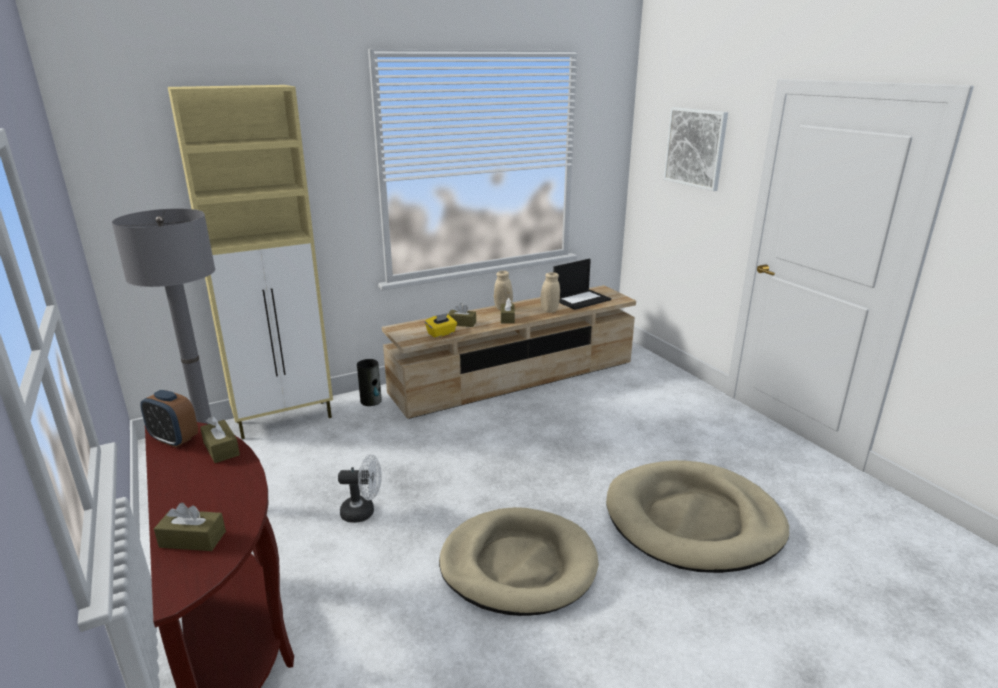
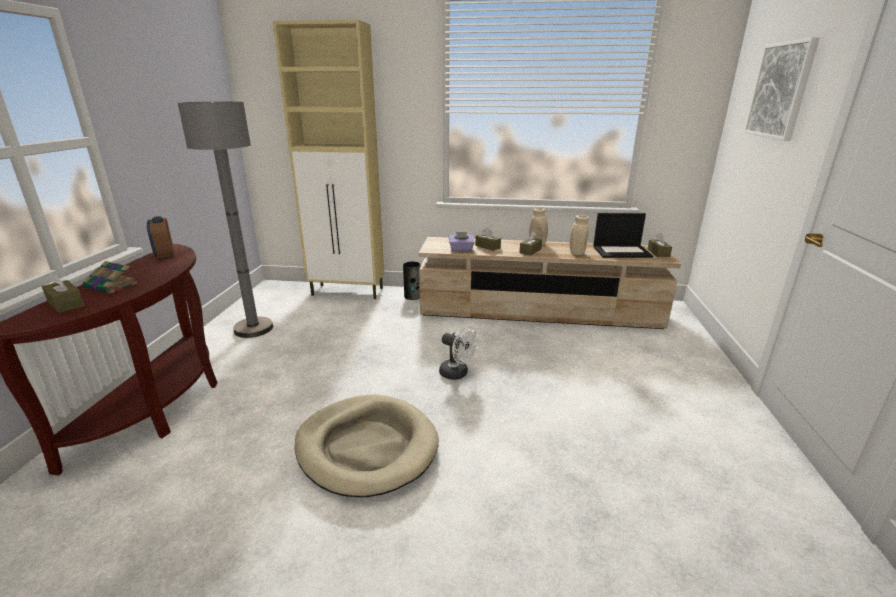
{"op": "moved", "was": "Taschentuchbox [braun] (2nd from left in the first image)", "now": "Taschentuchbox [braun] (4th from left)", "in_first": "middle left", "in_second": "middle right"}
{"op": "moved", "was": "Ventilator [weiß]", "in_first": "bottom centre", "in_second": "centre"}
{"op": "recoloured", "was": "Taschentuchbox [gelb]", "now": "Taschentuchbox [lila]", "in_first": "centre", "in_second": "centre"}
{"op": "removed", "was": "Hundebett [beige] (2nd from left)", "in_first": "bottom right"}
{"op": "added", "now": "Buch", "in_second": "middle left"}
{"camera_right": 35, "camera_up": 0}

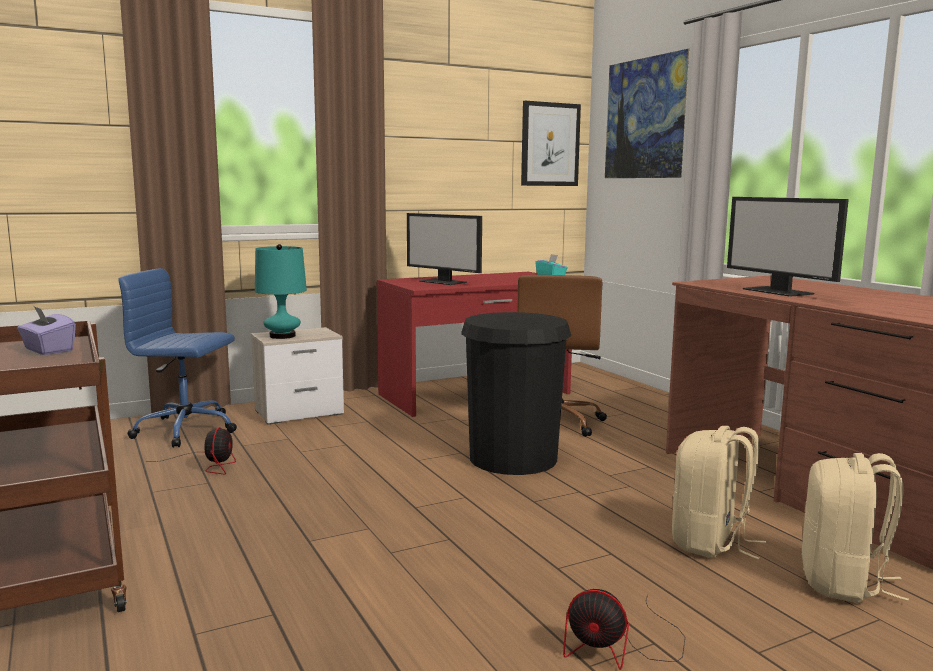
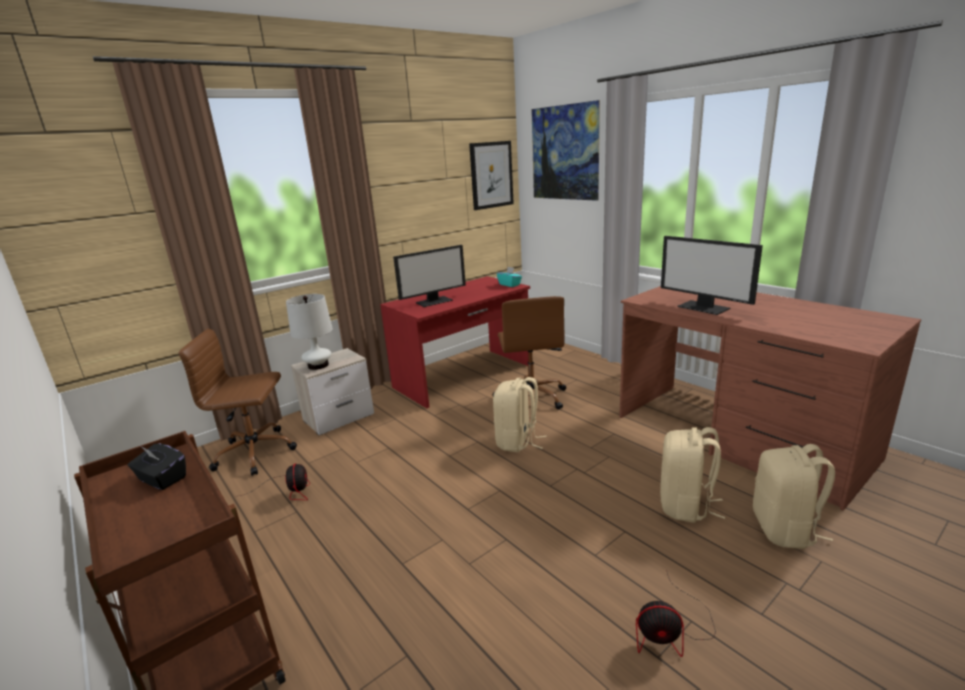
{"op": "recoloured", "was": "Taschentuchbox [lila]", "now": "Taschentuchbox [schwarz]", "in_first": "middle left", "in_second": "bottom left"}
{"op": "recoloured", "was": "Bürostuhl [blau]", "now": "Bürostuhl [braun] (1st from left)", "in_first": "middle left", "in_second": "middle left"}
{"op": "recoloured", "was": "Tischlampe [türkis]", "now": "Tischlampe [weiß]", "in_first": "middle left", "in_second": "middle left"}
{"op": "turned", "was": "Monitor (1st from left)", "in_first": "centre", "in_second": "centre", "clockwise": -60}
{"op": "replaced", "was": "Mülleimer [schwarz]", "now": "Rucksack [beige] (1st from left)", "in_first": "centre", "in_second": "centre"}
{"camera_right": -10, "camera_up": 10}

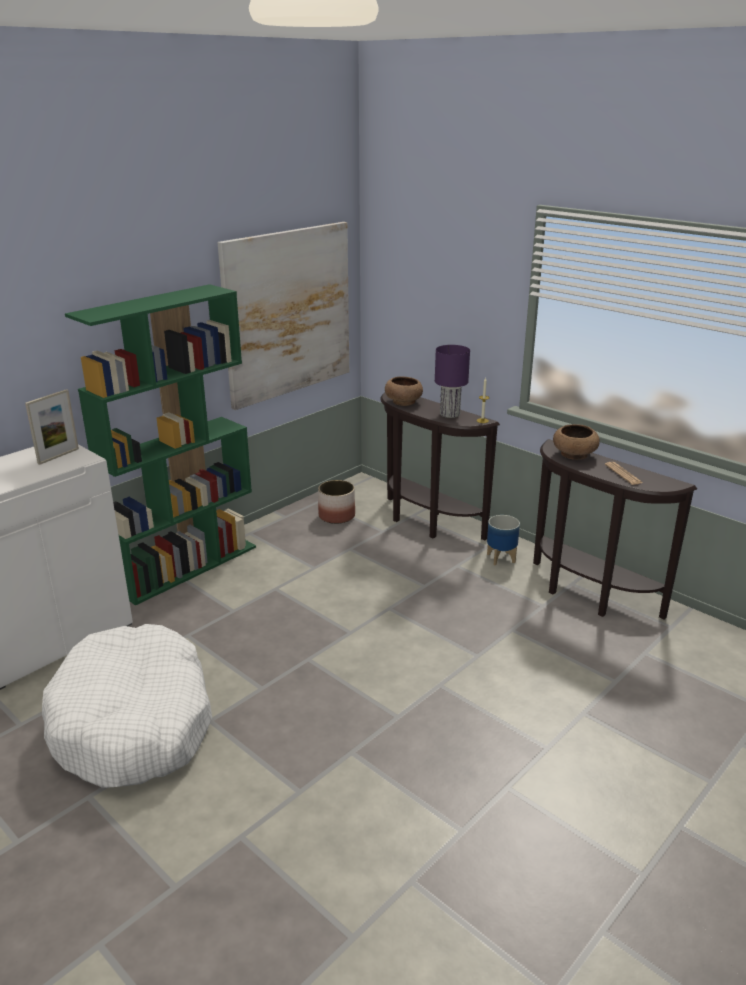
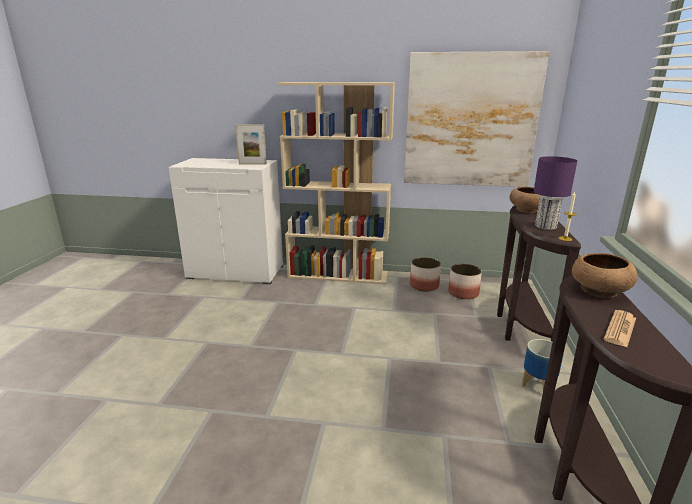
{"op": "removed", "was": "Hundebett [weiß]", "in_first": "bottom left"}
{"op": "recoloured", "was": "Bücherregal [grün]", "now": "Bücherregal [beige]", "in_first": "middle left", "in_second": "centre"}
{"op": "added", "now": "Pflanzkübel (1st from left)", "in_second": "centre"}
{"camera_right": 55, "camera_up": -5}

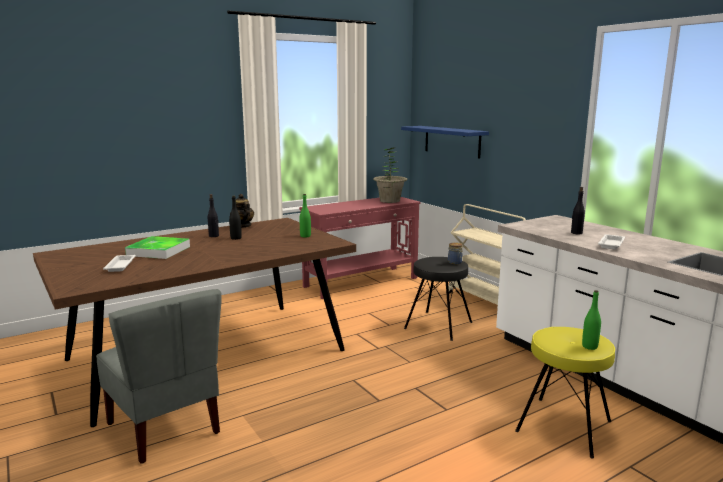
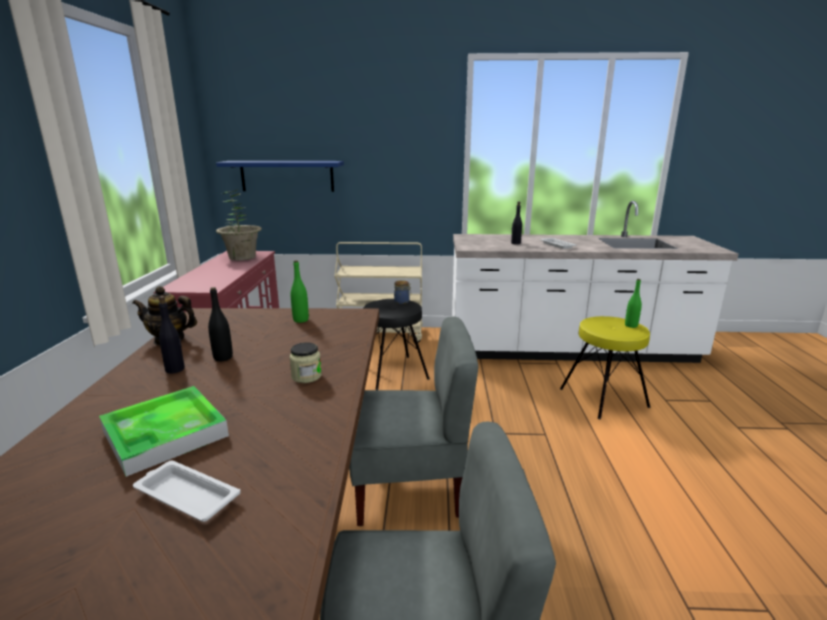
{"op": "added", "now": "Vorratsglas (1st from left)", "in_second": "centre"}
{"op": "added", "now": "Stuhl [grau] (1st from left)", "in_second": "bottom centre"}
{"camera_right": -55, "camera_up": 5}

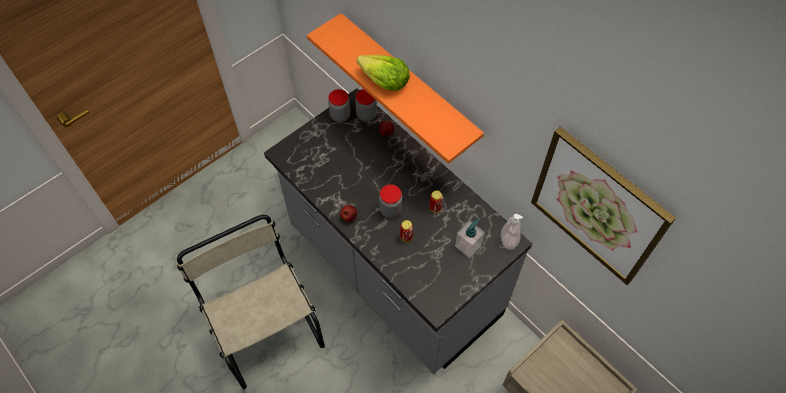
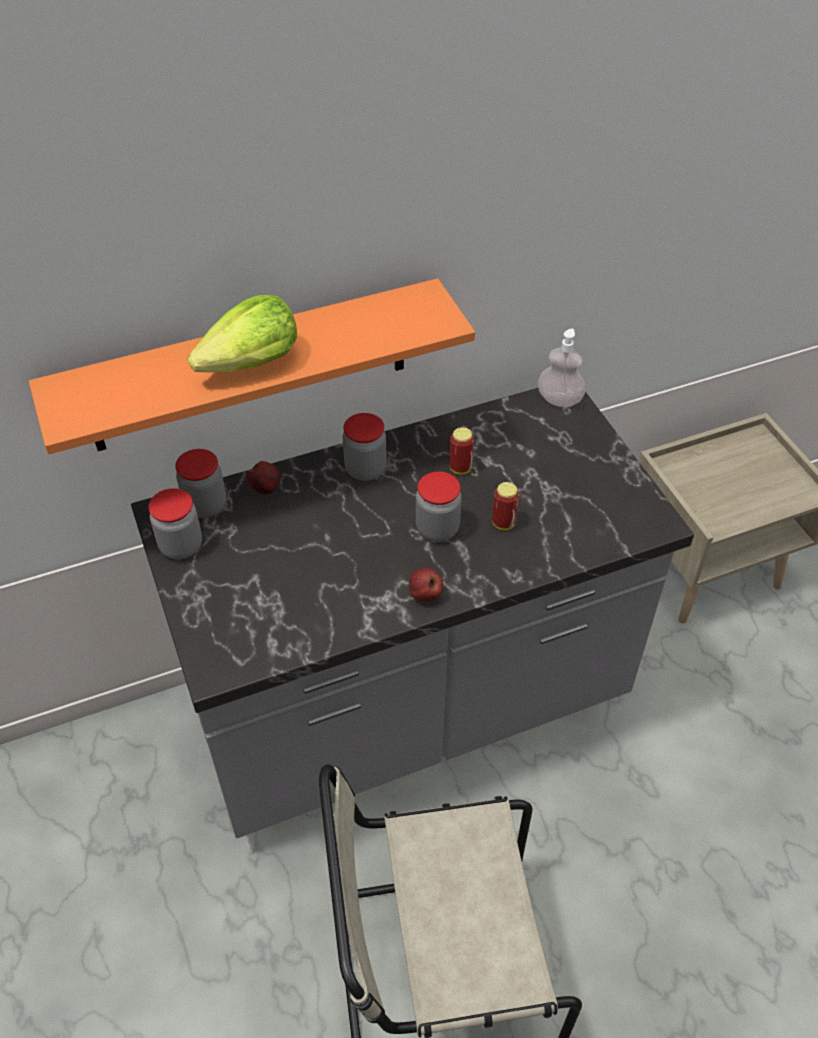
{"op": "removed", "was": "Seifenspender (1st from left)", "in_first": "centre"}
{"op": "removed", "was": "Bild", "in_first": "middle right"}
{"op": "added", "now": "Vorratsglas (3rd from left)", "in_second": "centre"}
{"camera_right": -70, "camera_up": -10}

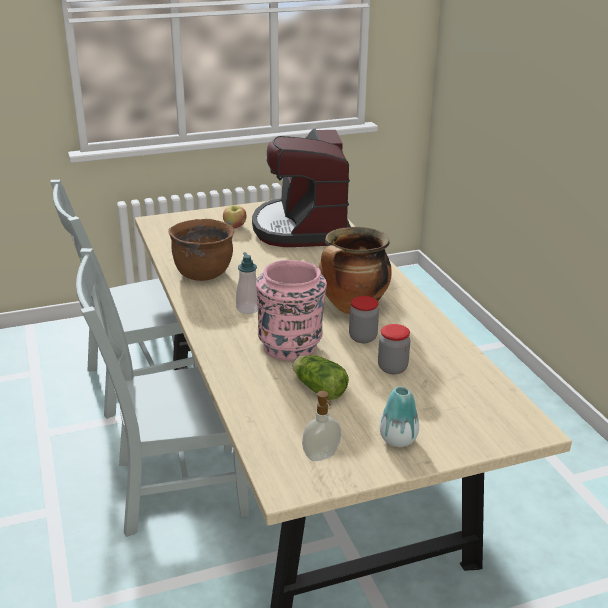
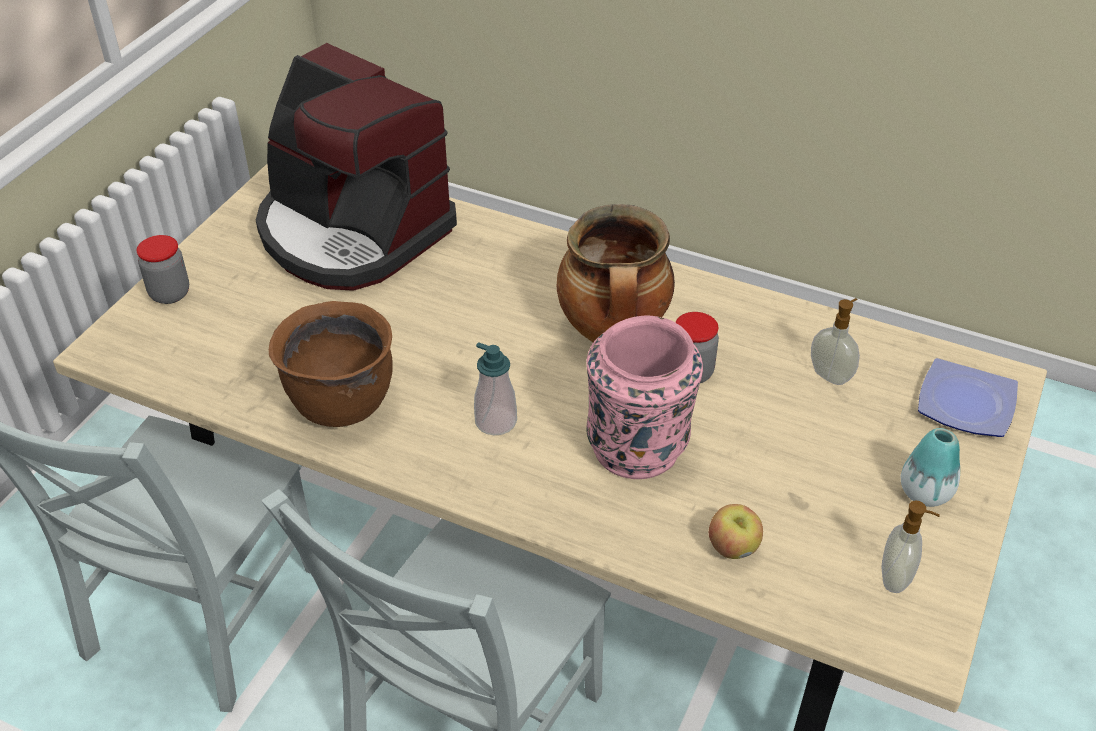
{"op": "moved", "was": "Apfel", "in_first": "centre", "in_second": "bottom right"}
{"op": "removed", "was": "Salatkopf", "in_first": "centre"}
{"op": "moved", "was": "Vorratsglas (2nd from left in the first image)", "now": "Vorratsglas (1st from left)", "in_first": "centre", "in_second": "middle left"}
{"op": "added", "now": "Seifenspender (2nd from left)", "in_second": "middle right"}
{"op": "added", "now": "Teller", "in_second": "middle right"}
{"camera_right": -45, "camera_up": 15}

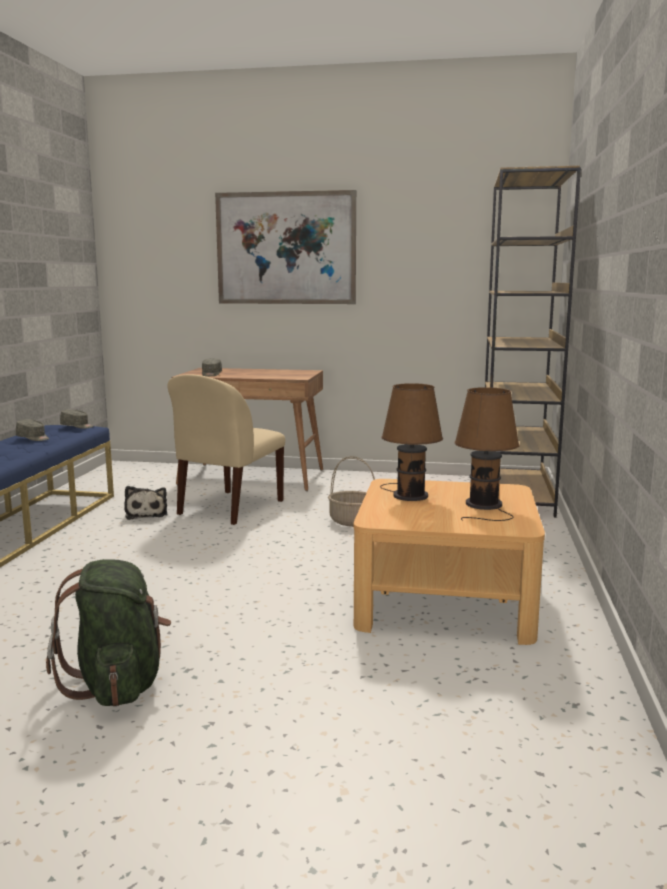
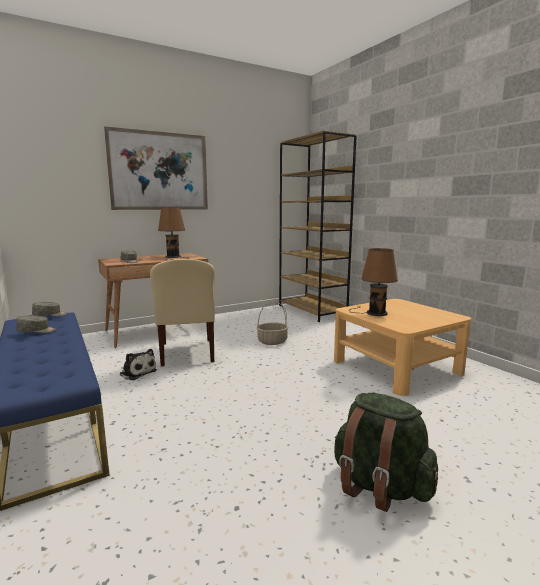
{"op": "moved", "was": "Tischlampe [braun] (2nd from left in the first image)", "now": "Tischlampe [braun] (1st from left)", "in_first": "middle right", "in_second": "middle left"}
{"camera_right": -40, "camera_up": 0}

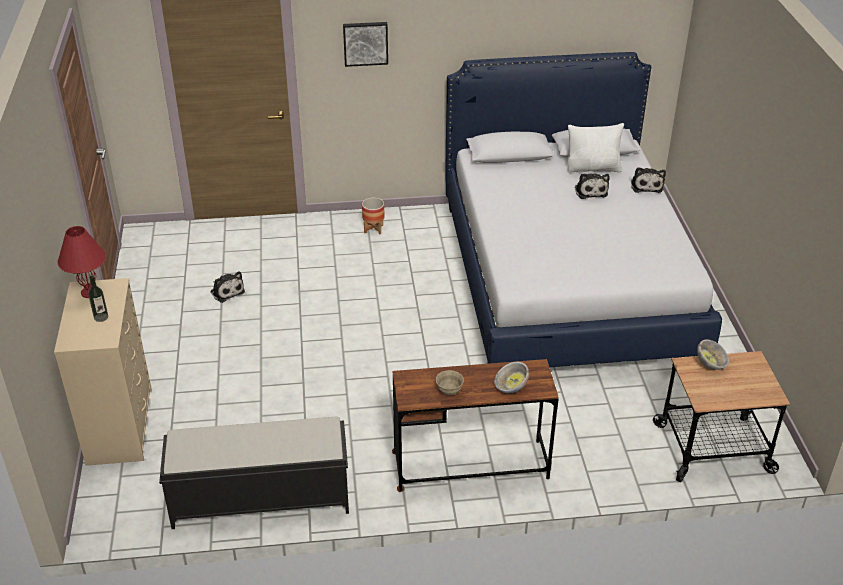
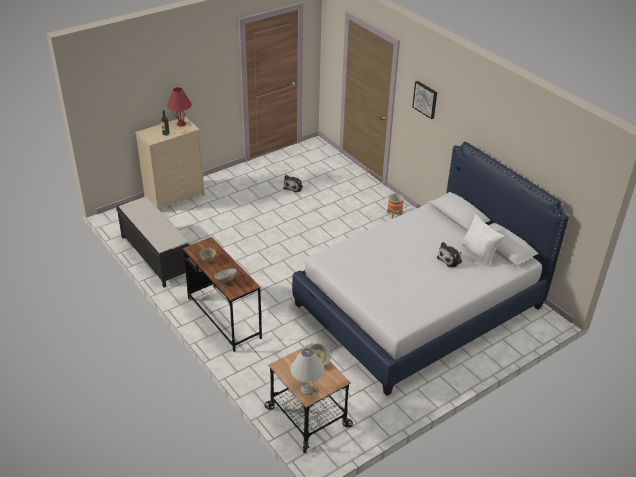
{"op": "removed", "was": "Plüschtier (3rd from left)", "in_first": "top right"}
{"op": "added", "now": "Tischlampe [weiß]", "in_second": "bottom centre"}
{"camera_right": 60, "camera_up": 0}

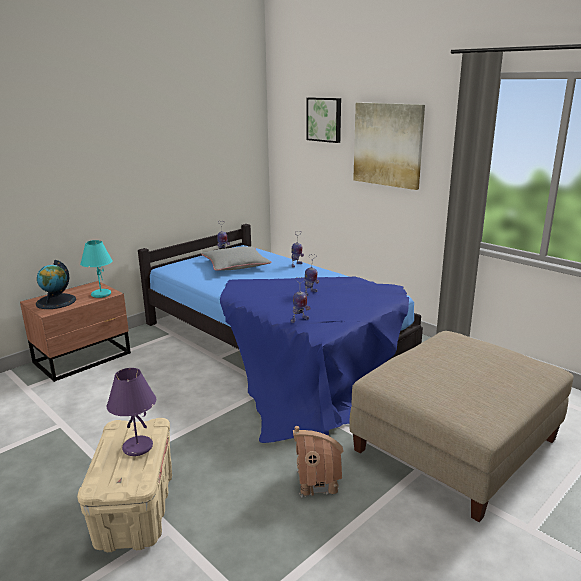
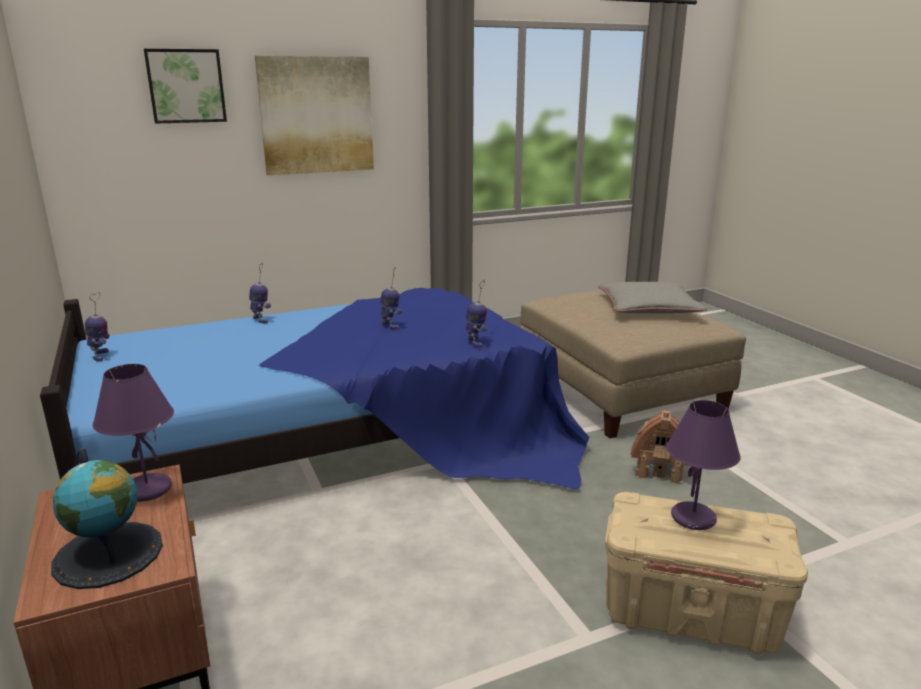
{"op": "recoloured", "was": "Tischlampe [türkis]", "now": "Tischlampe [lila] (1st from left)", "in_first": "middle left", "in_second": "middle left"}
{"op": "moved", "was": "Kissen [grau]", "in_first": "centre", "in_second": "middle right"}
{"camera_right": -70, "camera_up": 0}

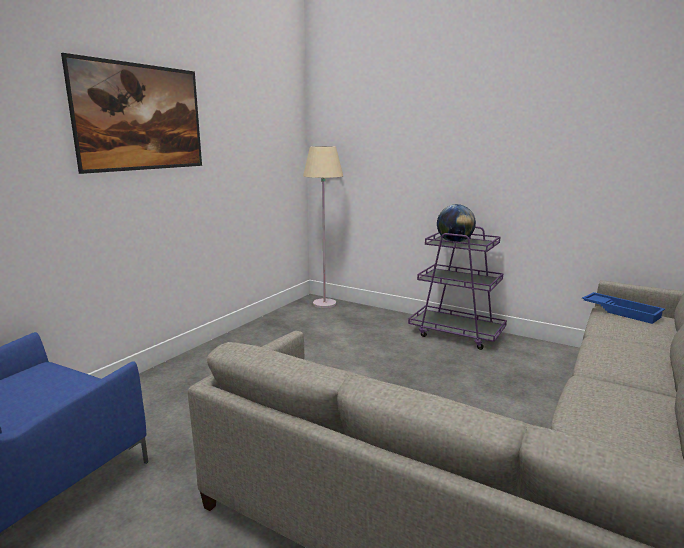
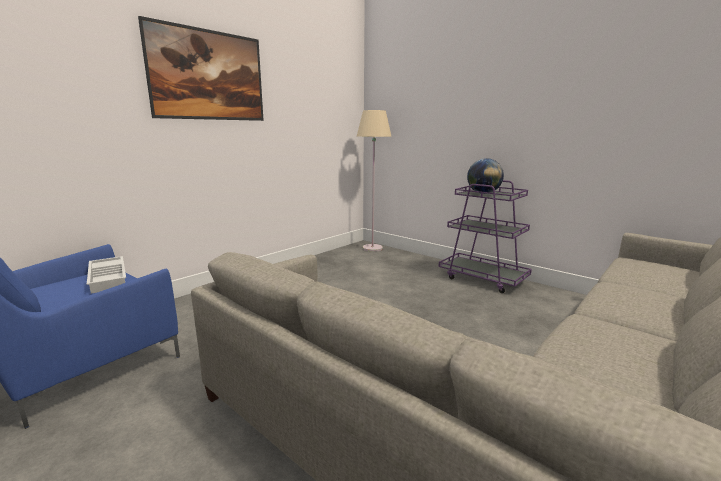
{"op": "removed", "was": "Tablett [blau]", "in_first": "middle right"}
{"op": "added", "now": "Tablett [weiß]", "in_second": "middle left"}
{"camera_right": 10, "camera_up": 0}

